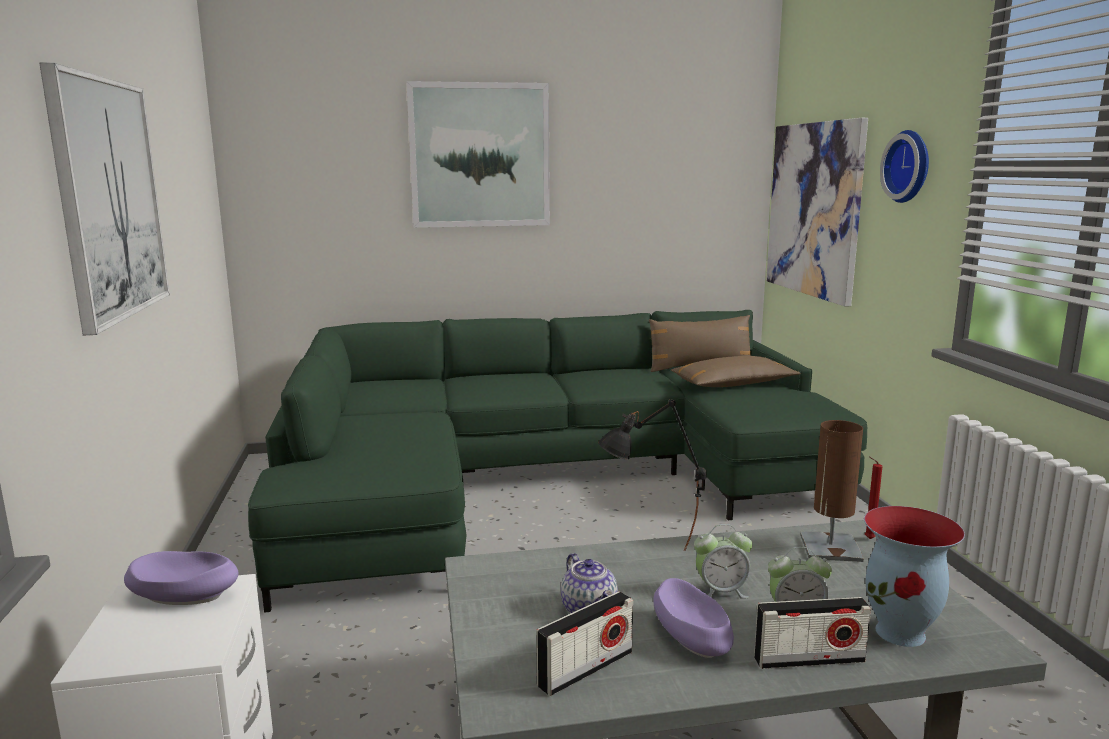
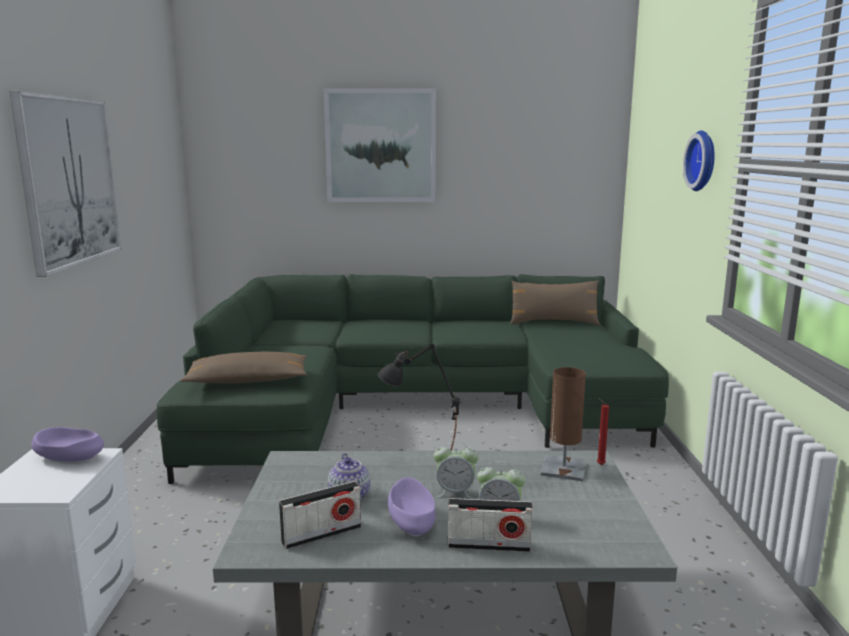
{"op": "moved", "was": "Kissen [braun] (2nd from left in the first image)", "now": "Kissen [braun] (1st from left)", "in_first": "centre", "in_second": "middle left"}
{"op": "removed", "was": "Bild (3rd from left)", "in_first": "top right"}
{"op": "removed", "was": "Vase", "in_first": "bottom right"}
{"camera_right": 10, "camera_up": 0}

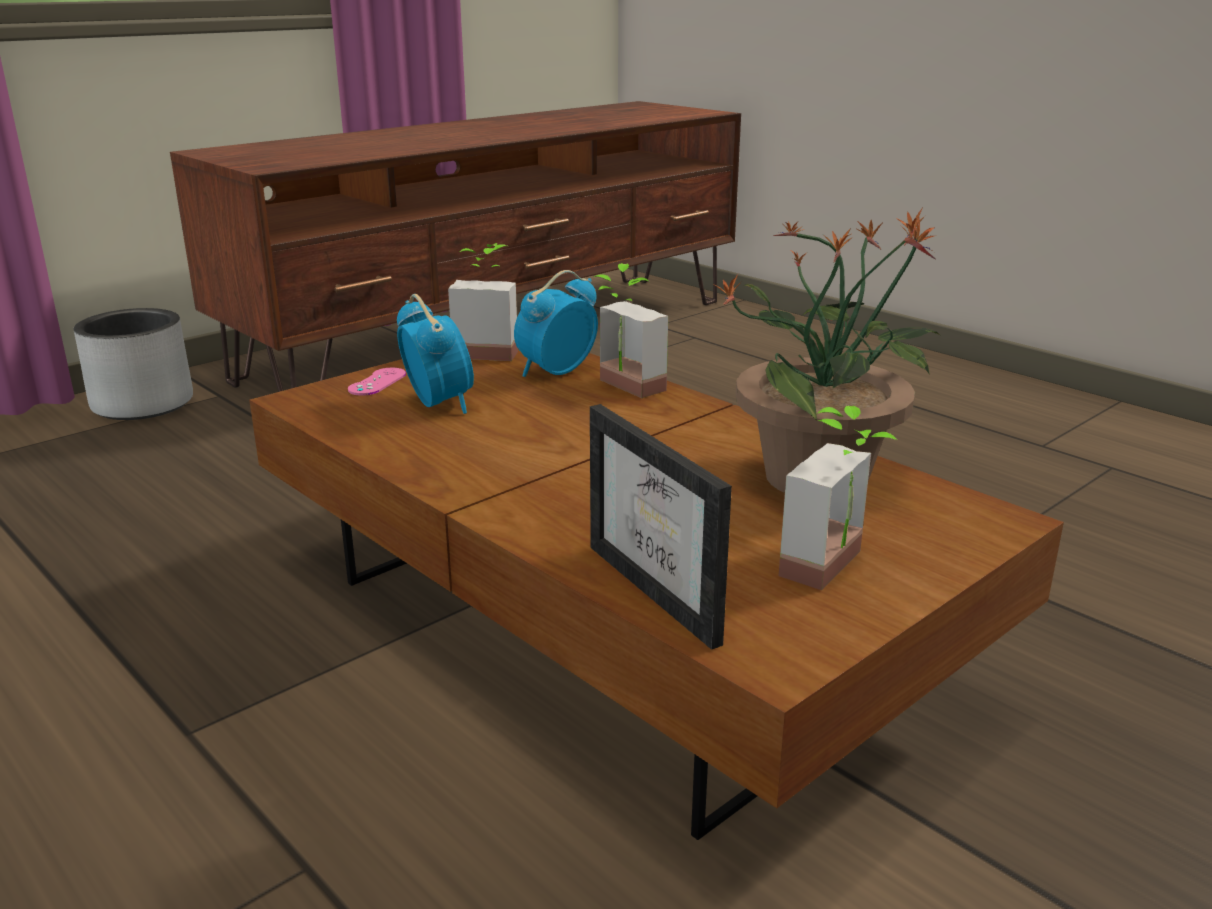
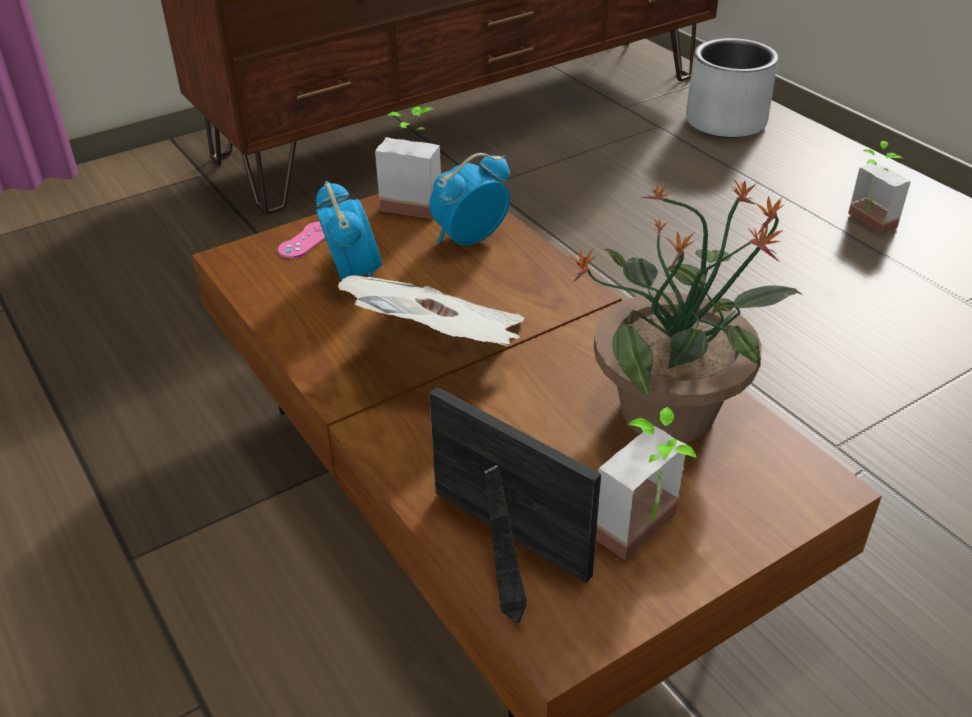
{"op": "moved", "was": "Pflanzkübel [grau]", "in_first": "middle left", "in_second": "top right"}
{"op": "turned", "was": "Bilderrahmen", "in_first": "centre", "in_second": "bottom centre", "clockwise": 150}
{"op": "moved", "was": "Topfpflanze (2nd from left in the first image)", "now": "Topfpflanze (4th from left)", "in_first": "centre", "in_second": "top right"}
{"op": "added", "now": "Zeitung", "in_second": "centre"}
{"camera_right": 10, "camera_up": 15}

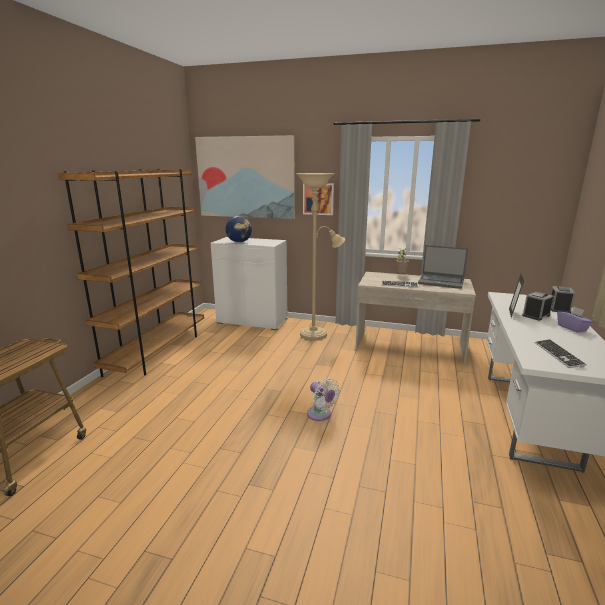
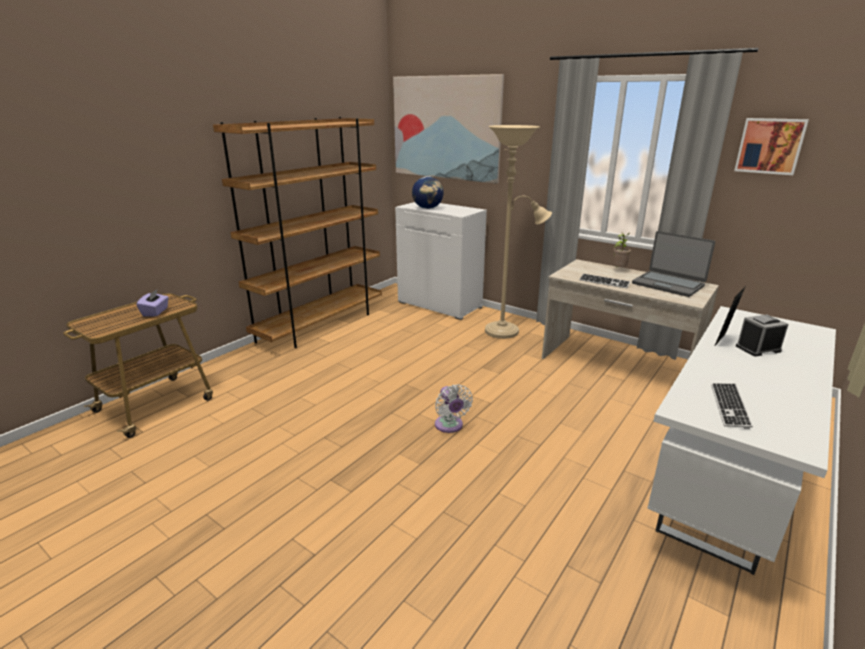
{"op": "moved", "was": "Bild (2nd from left)", "in_first": "top centre", "in_second": "top right"}
{"op": "removed", "was": "Wecker (2nd from left)", "in_first": "middle right"}
{"op": "moved", "was": "Taschentuchbox [lila]", "in_first": "middle right", "in_second": "middle left"}
{"camera_right": 20, "camera_up": 5}

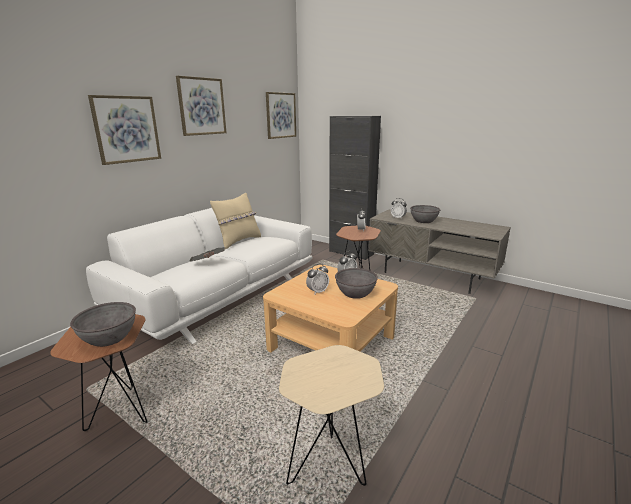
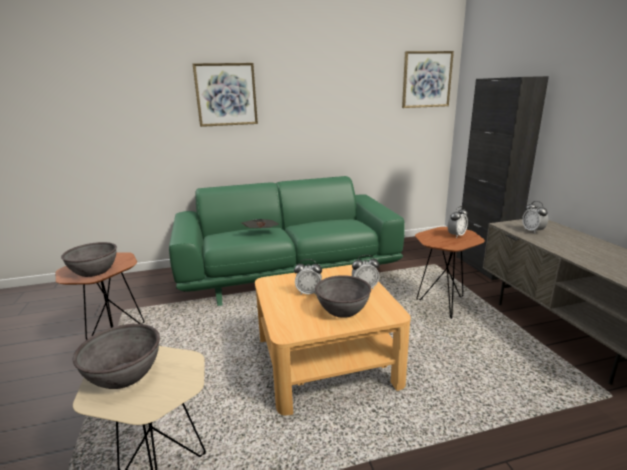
{"op": "recoloured", "was": "Sofa [weiß]", "now": "Sofa [grün]", "in_first": "middle left", "in_second": "centre"}
{"op": "removed", "was": "Bild (2nd from left)", "in_first": "top left"}
{"op": "removed", "was": "Kissen [beige]", "in_first": "centre"}
{"op": "moved", "was": "Schüssel [grau] (3rd from left in the first image)", "now": "Schüssel [grau] (2nd from left)", "in_first": "middle right", "in_second": "bottom left"}
{"camera_right": 40, "camera_up": 0}

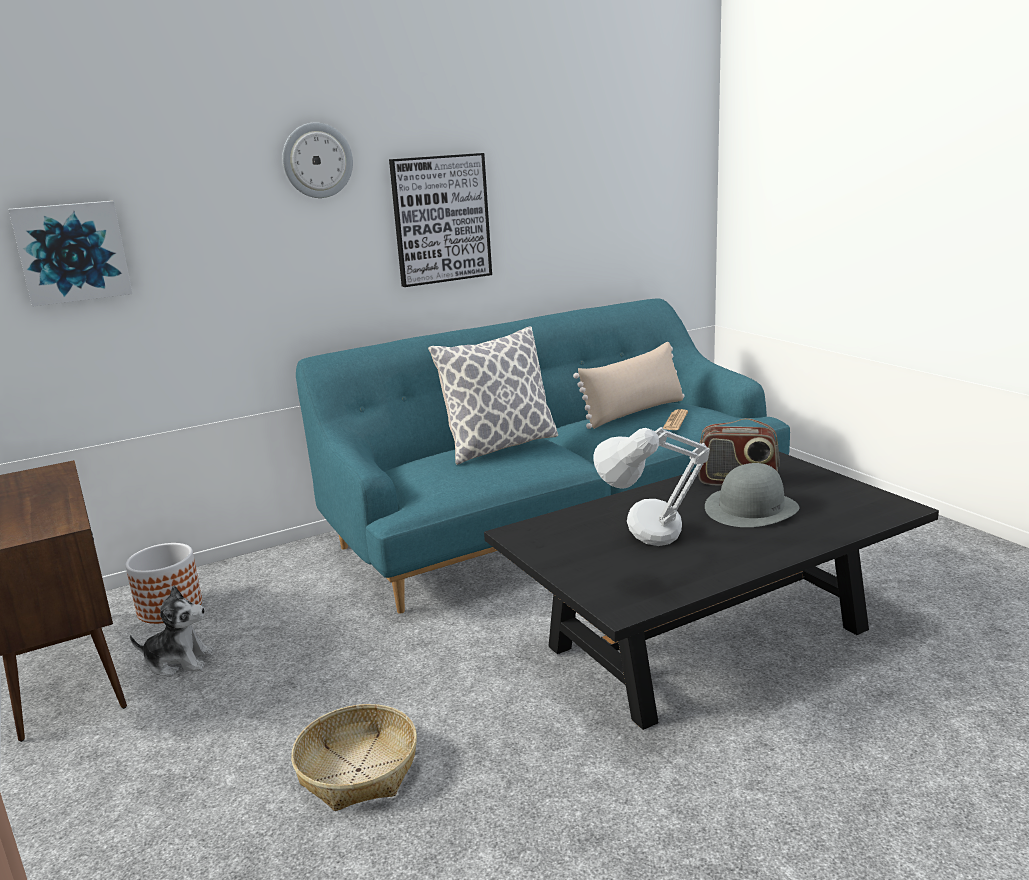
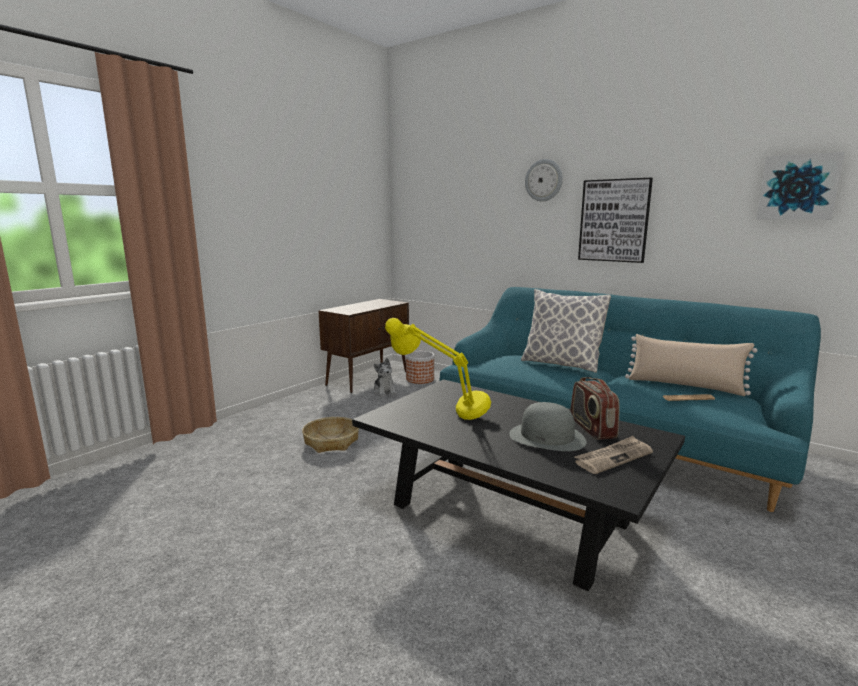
{"op": "moved", "was": "Bild (1st from left in the first image)", "now": "Bild (2nd from left)", "in_first": "top left", "in_second": "top right"}
{"op": "recoloured", "was": "Tischlampe [grau]", "now": "Tischlampe [gelb]", "in_first": "centre", "in_second": "centre"}
{"op": "added", "now": "Zeitung (1st from left)", "in_second": "middle right"}
{"camera_right": 65, "camera_up": -5}

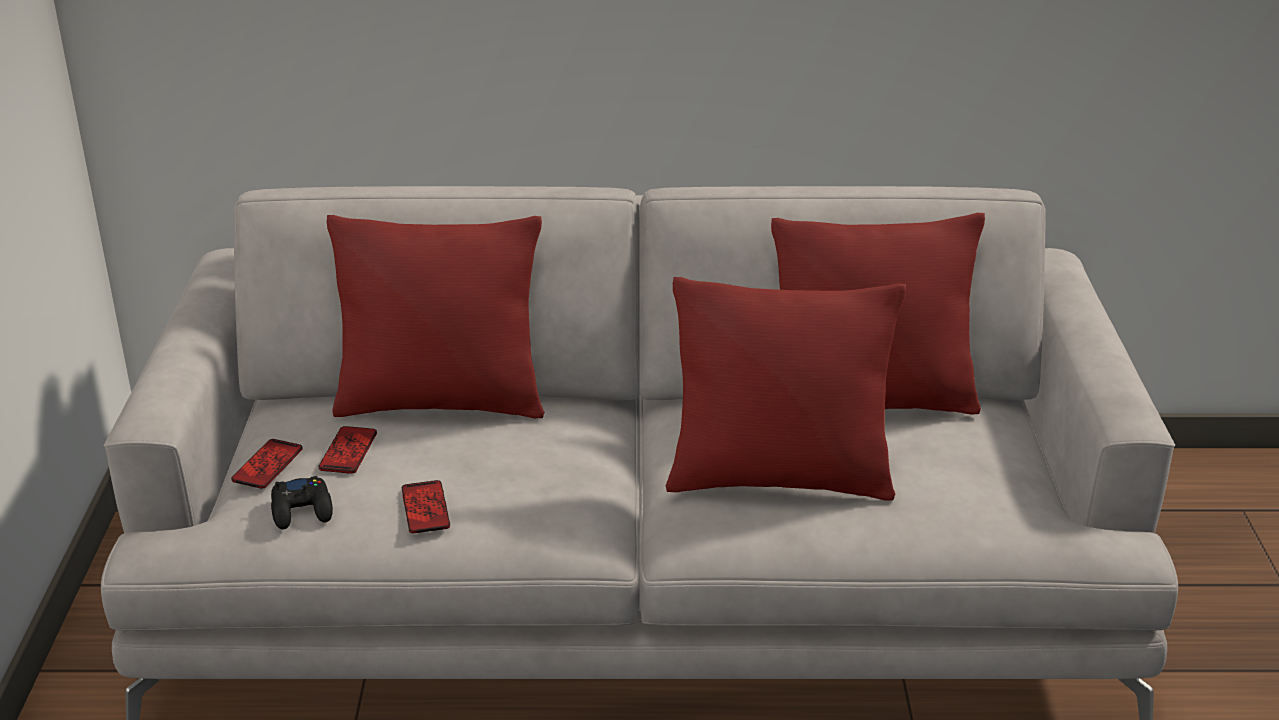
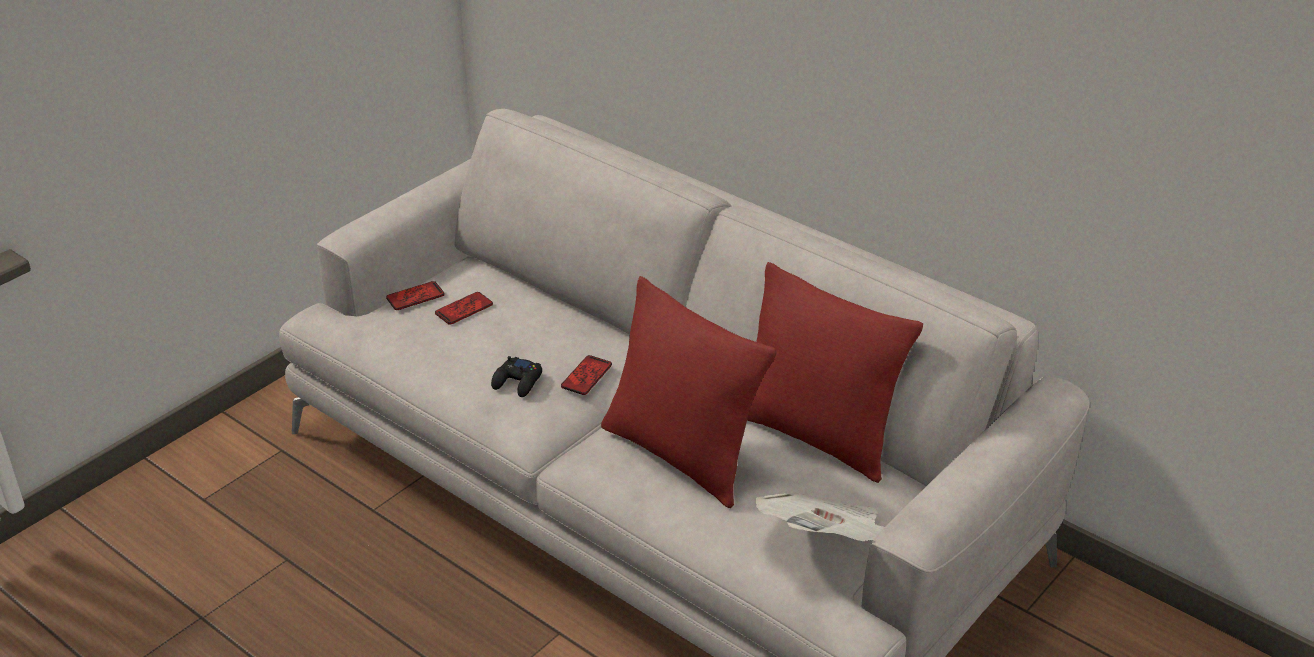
{"op": "moved", "was": "Gamepad [schwarz]", "in_first": "bottom left", "in_second": "centre"}
{"op": "removed", "was": "Kissen [rot] (1st from left)", "in_first": "centre"}
{"op": "moved", "was": "Handy (3rd from left)", "in_first": "bottom left", "in_second": "centre"}
{"op": "added", "now": "Zeitung", "in_second": "bottom centre"}
{"camera_right": 40, "camera_up": 5}

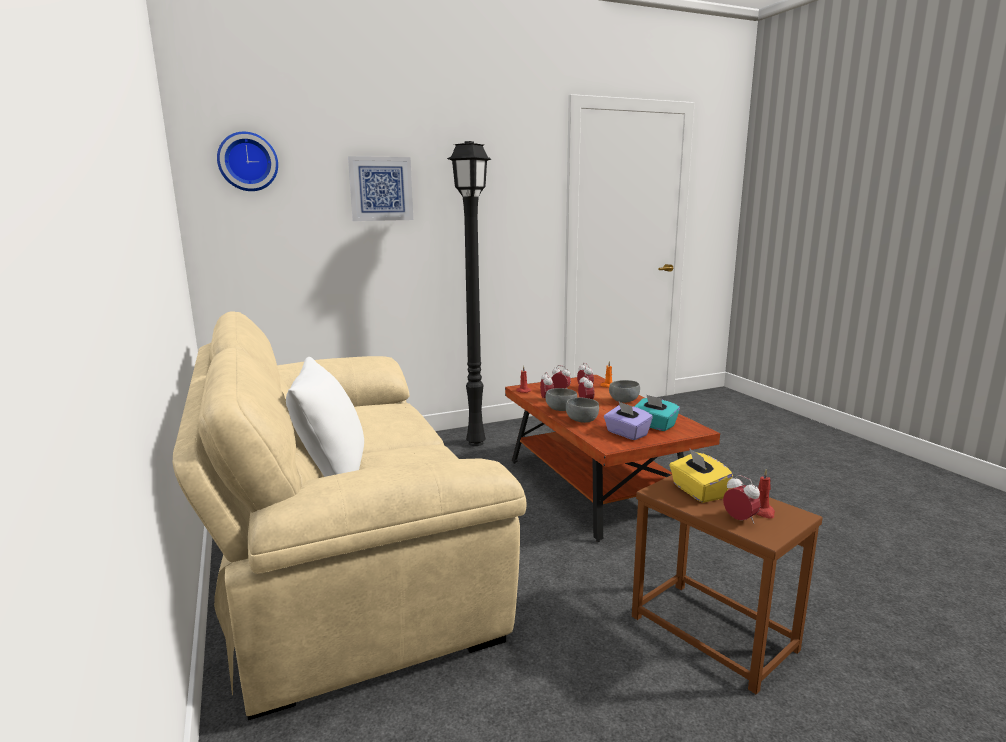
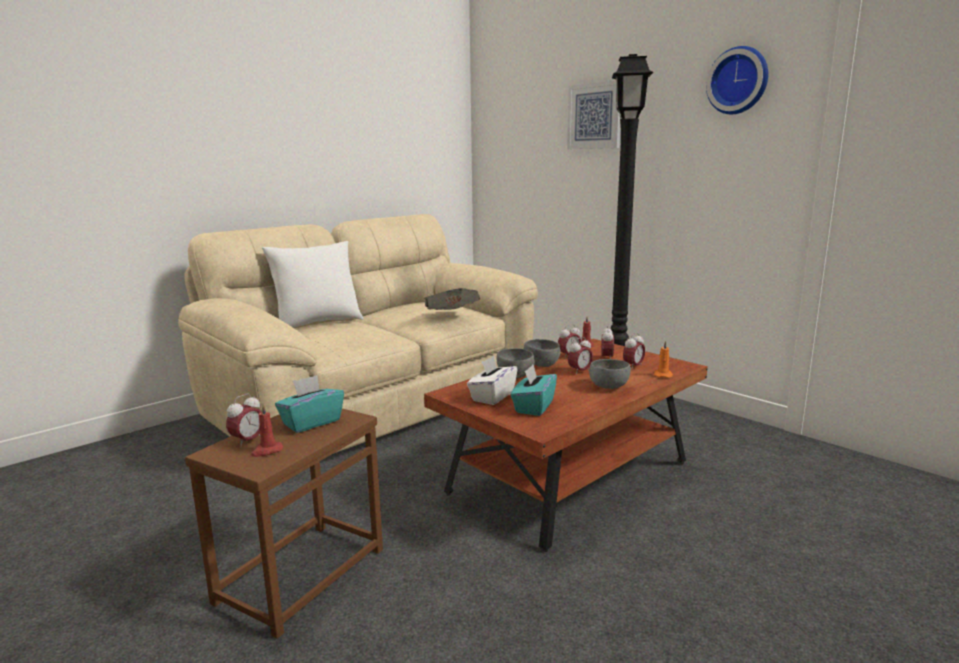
{"op": "moved", "was": "Wanduhr", "in_first": "top left", "in_second": "top right"}
{"op": "recoloured", "was": "Taschentuchbox [lila]", "now": "Taschentuchbox [weiß]", "in_first": "centre", "in_second": "centre"}
{"op": "recoloured", "was": "Taschentuchbox [gelb]", "now": "Taschentuchbox [türkis] (1st from left)", "in_first": "middle right", "in_second": "middle left"}
{"op": "added", "now": "Zeitung", "in_second": "centre"}
{"camera_right": 70, "camera_up": 0}

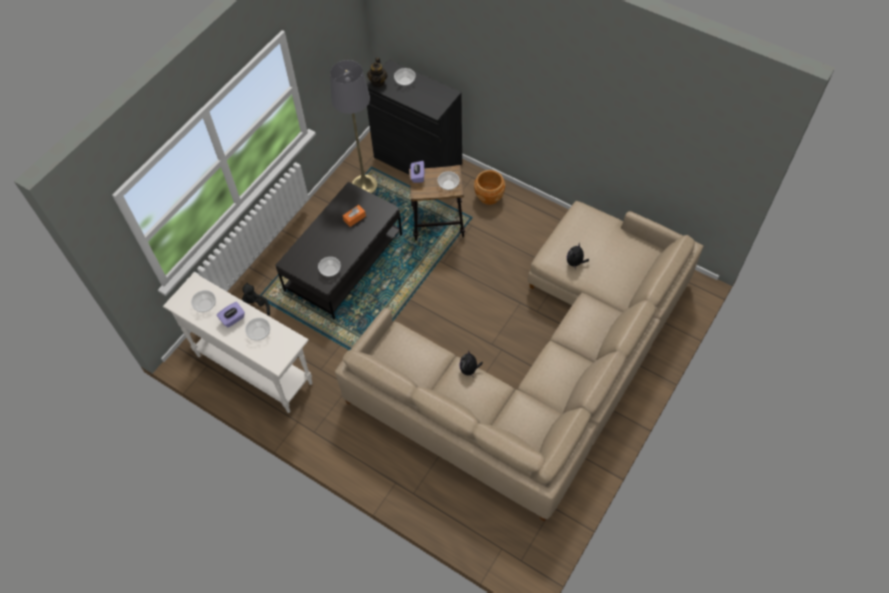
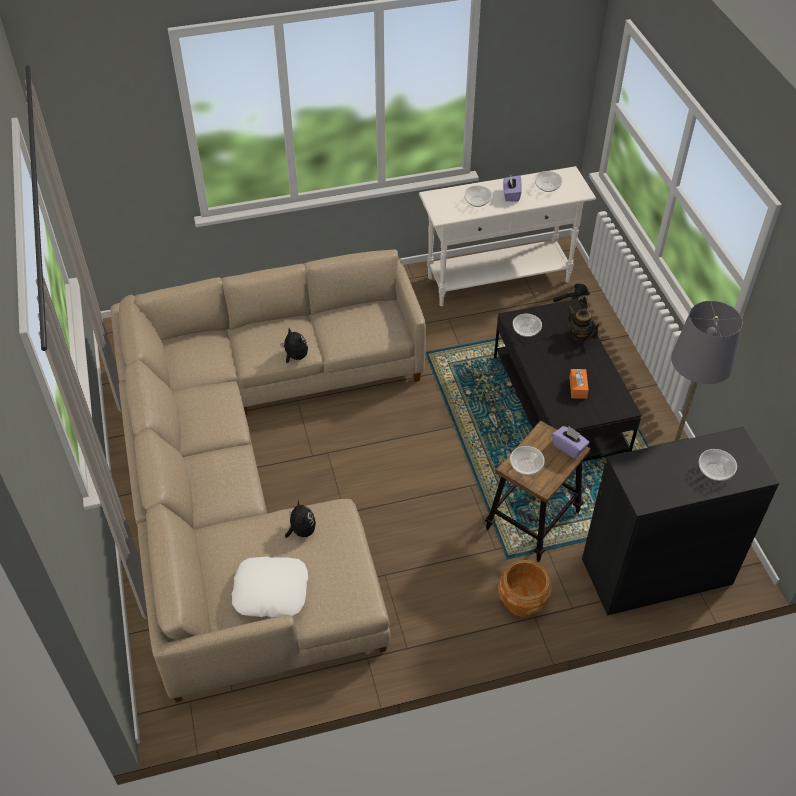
{"op": "moved", "was": "Teekanne", "in_first": "top centre", "in_second": "middle right"}
{"op": "added", "now": "Kissen [weiß]", "in_second": "bottom centre"}
{"camera_right": 130, "camera_up": -10}

